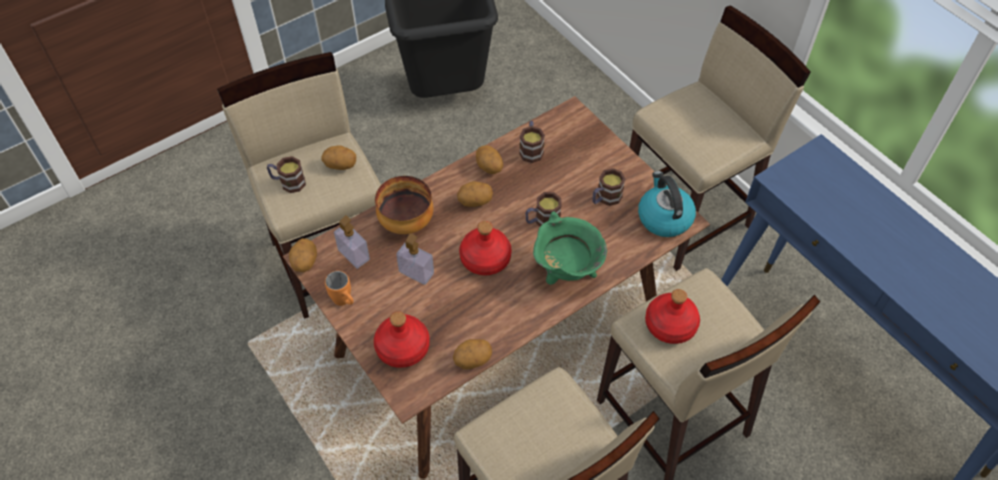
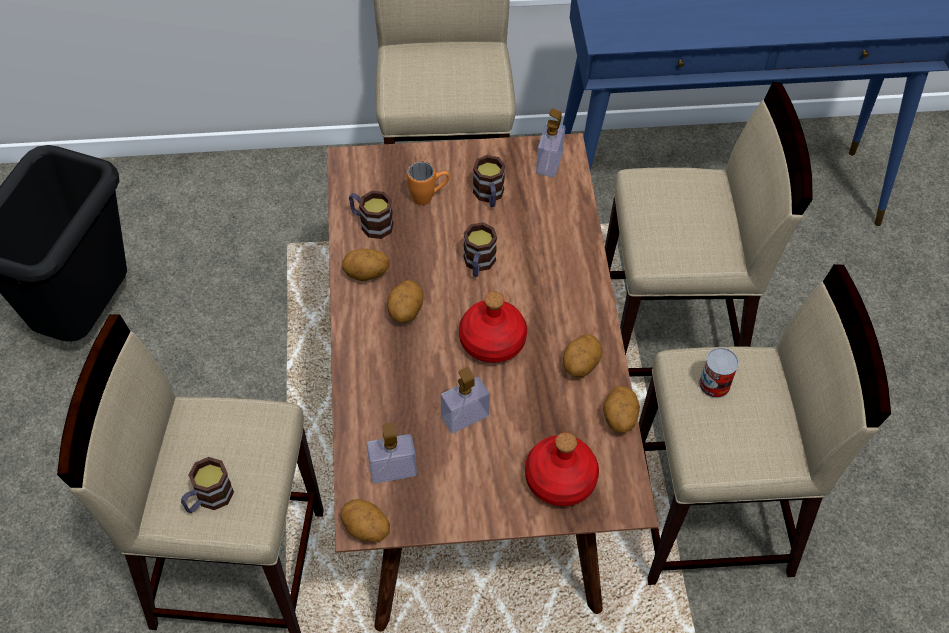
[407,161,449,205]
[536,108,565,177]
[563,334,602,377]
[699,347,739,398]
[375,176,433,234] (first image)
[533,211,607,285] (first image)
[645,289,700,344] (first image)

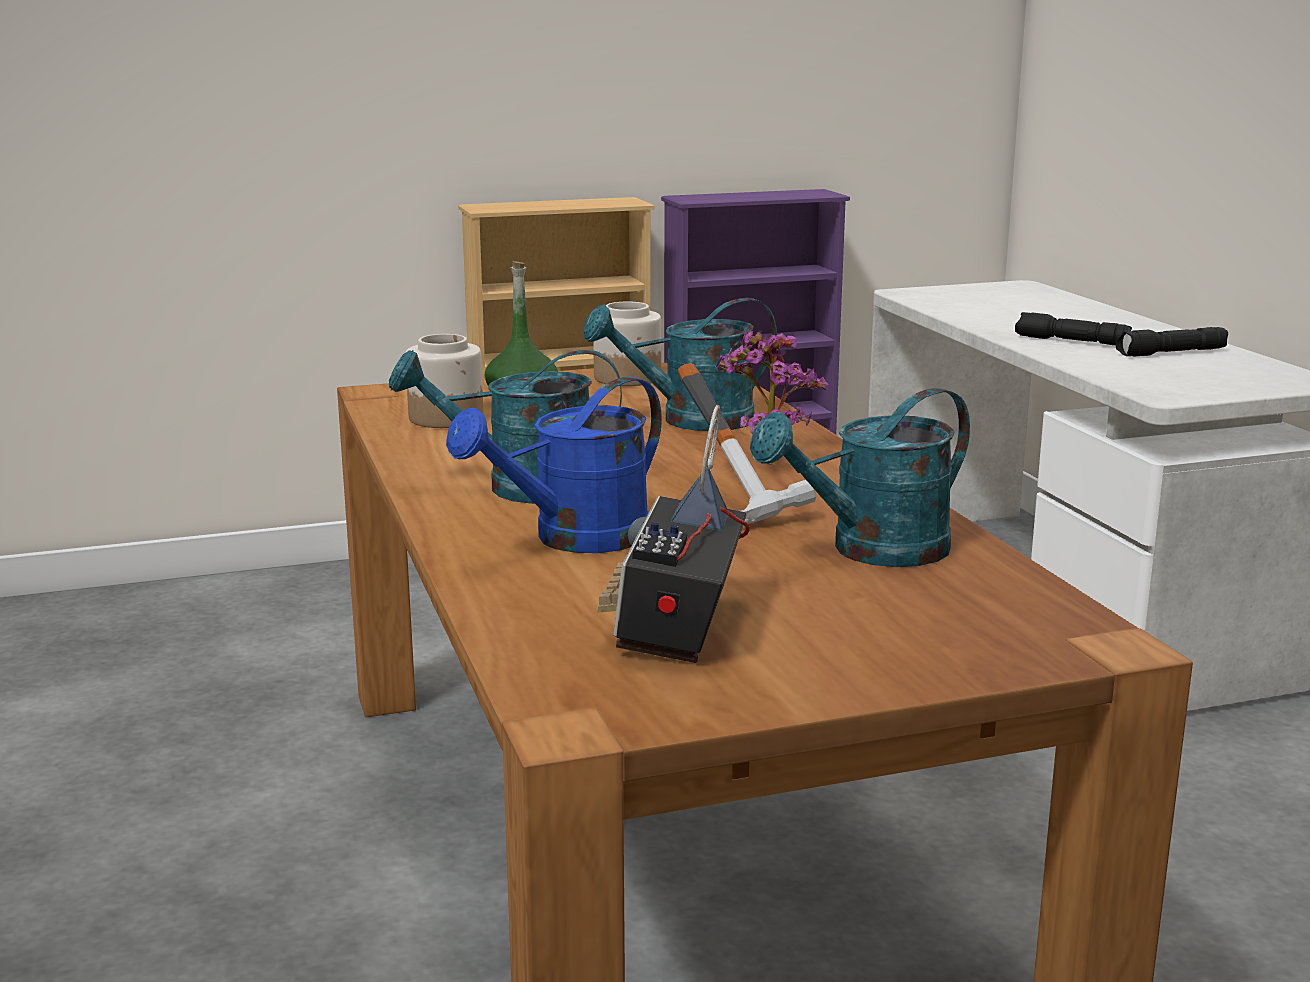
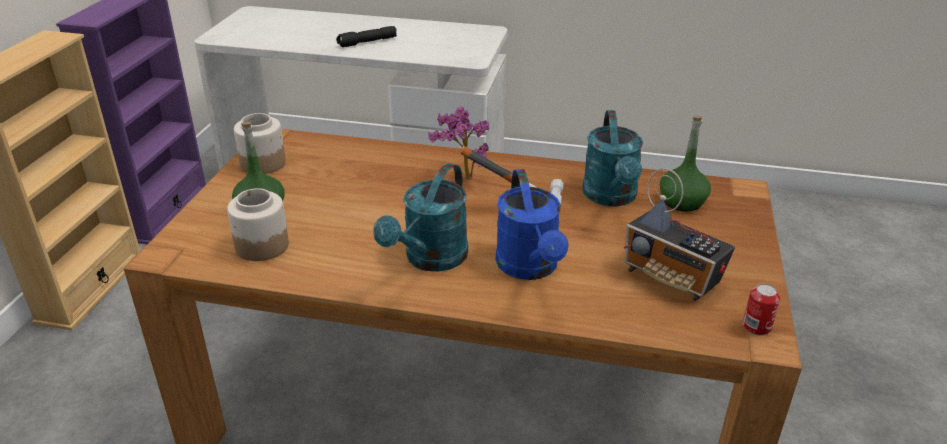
[660,116,711,212]
[743,284,780,336]
[584,298,777,431] (first image)
[1115,327,1228,357] (first image)

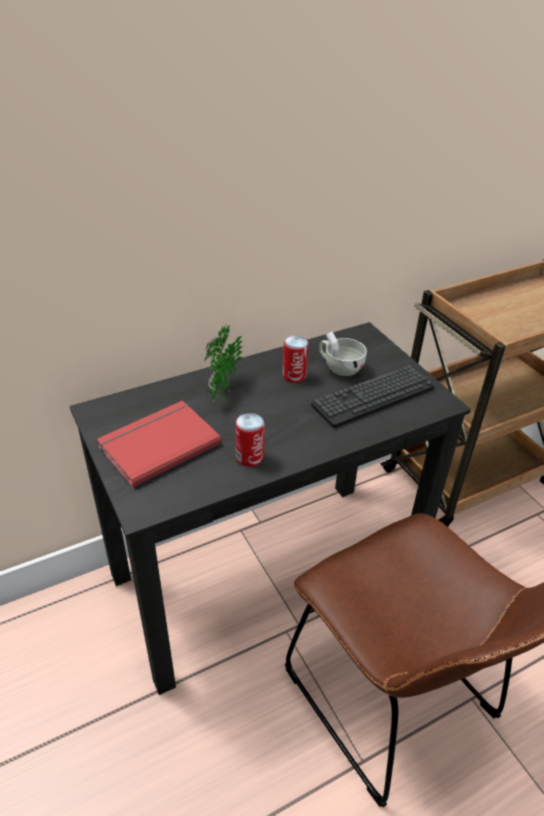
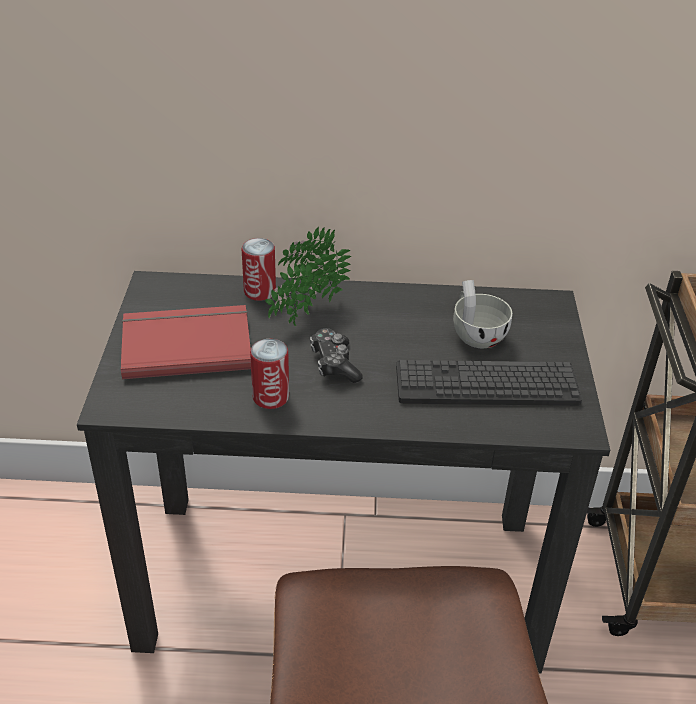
[242,238,276,301]
[310,328,363,383]

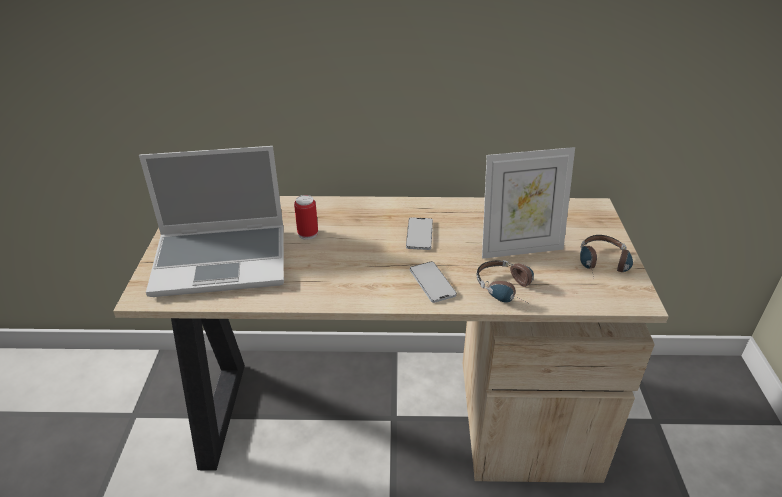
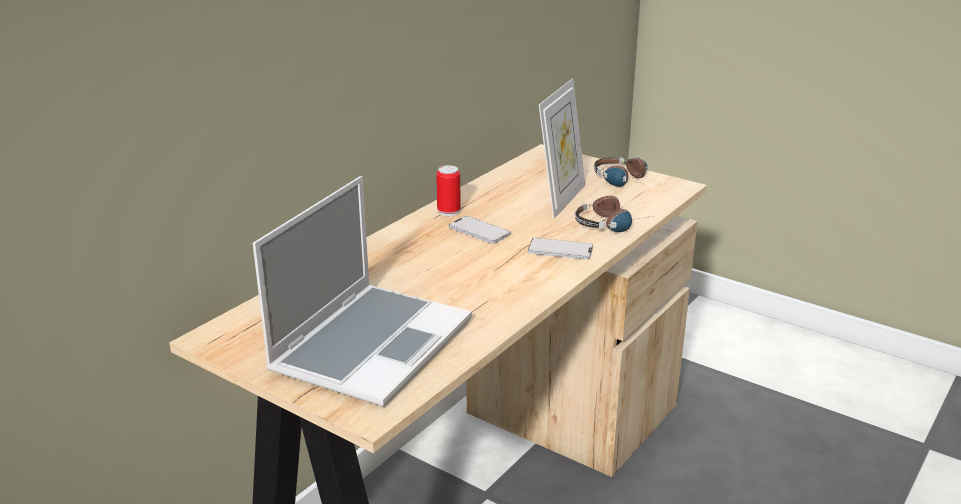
[436,165,461,216]

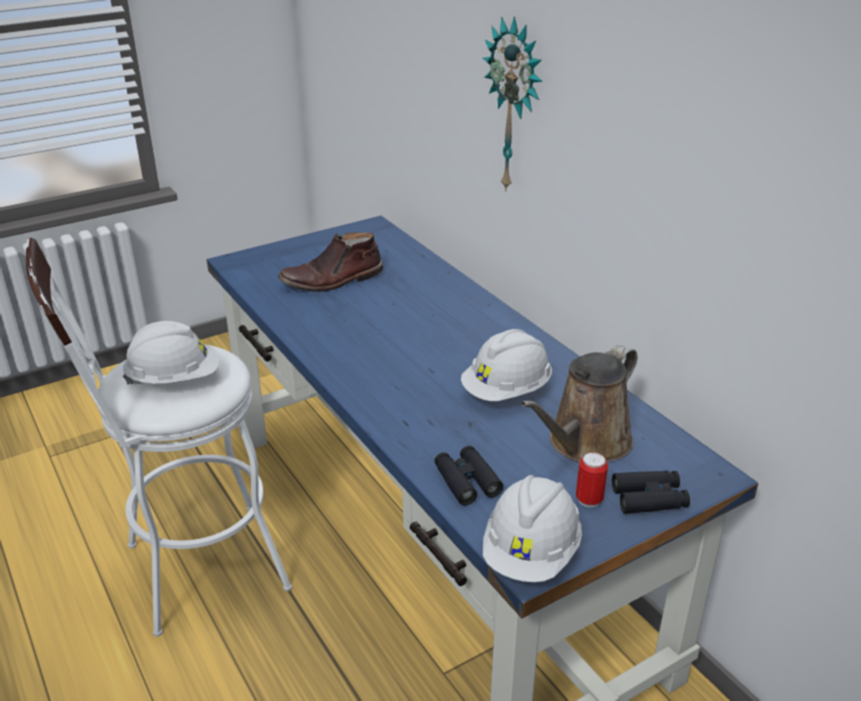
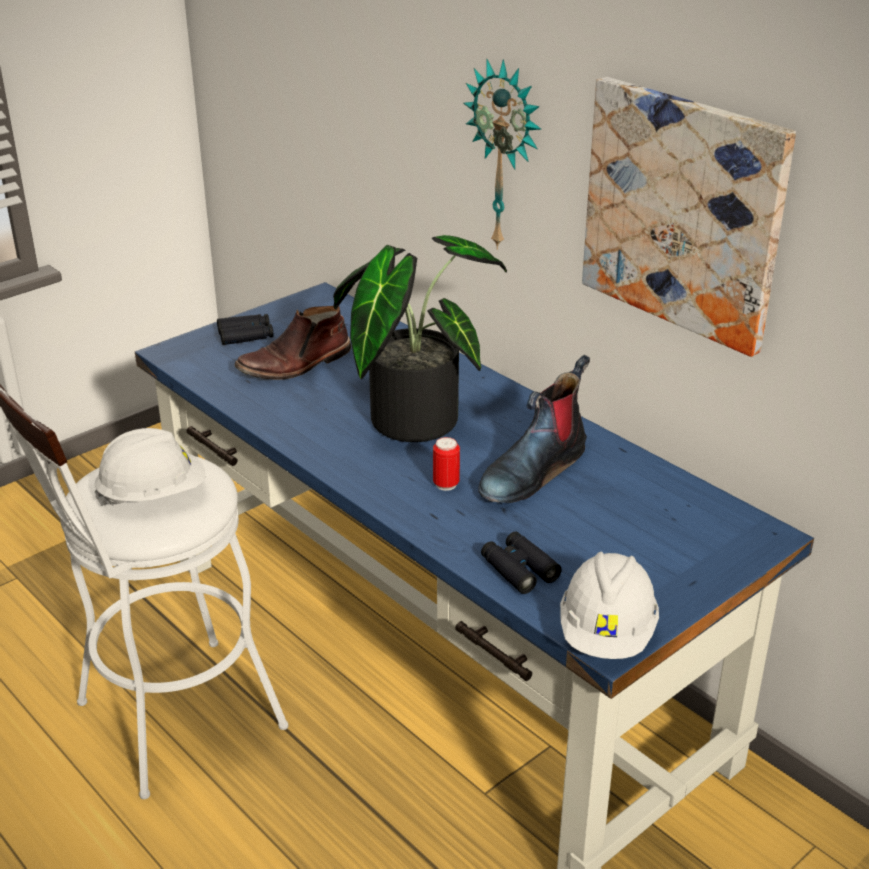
[217,314,273,345]
[333,235,507,442]
[433,437,460,491]
[478,355,590,503]
[582,77,796,357]
[521,345,638,462] (first image)

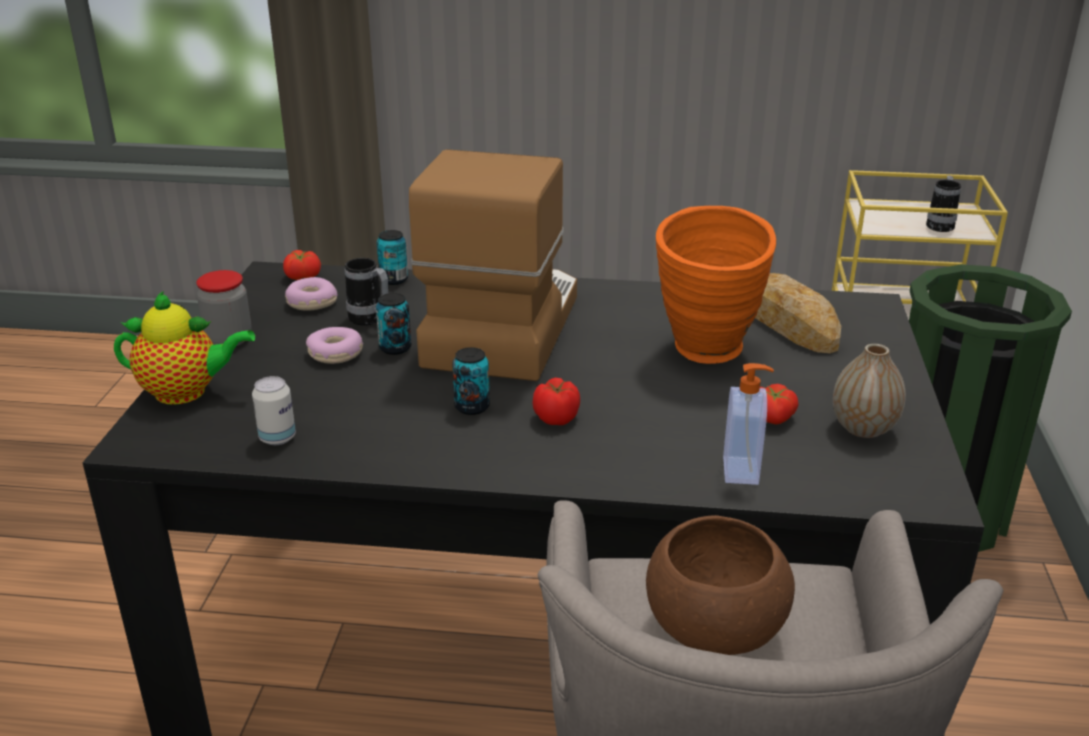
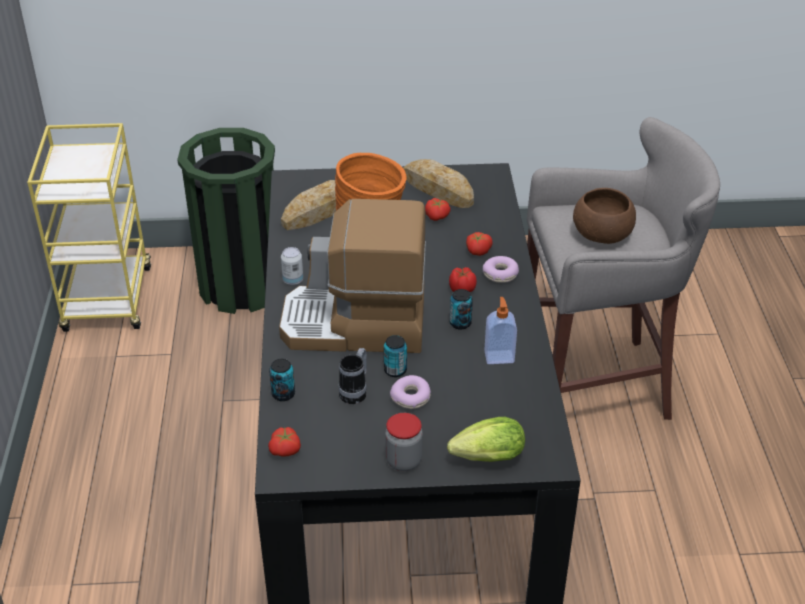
[281,247,303,285]
[403,159,474,208]
[447,417,525,462]
[466,232,493,256]
[483,256,519,283]
[484,297,517,364]
[926,175,961,232] (first image)

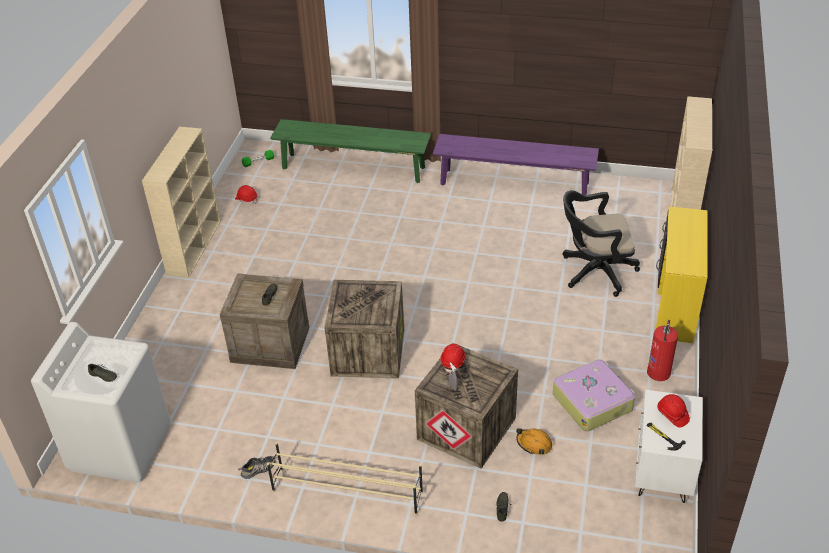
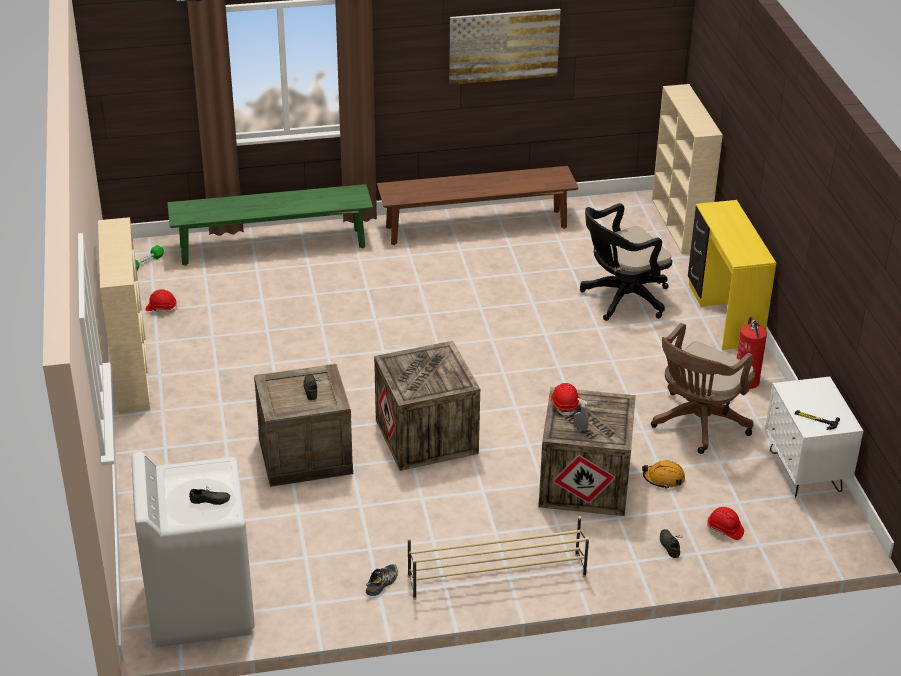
[377,166,579,245]
[449,9,561,85]
[651,323,755,454]
[707,507,744,540]

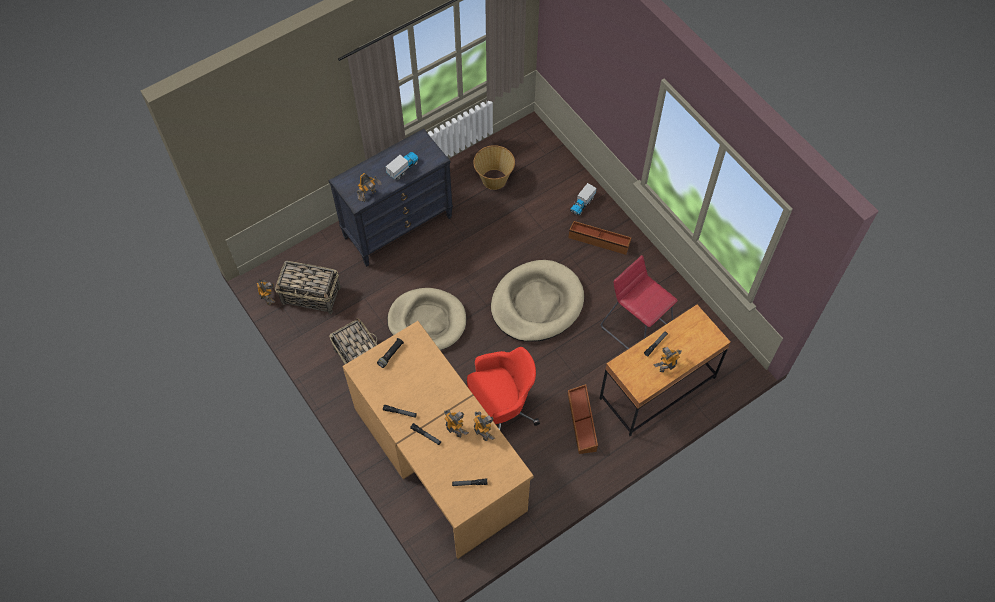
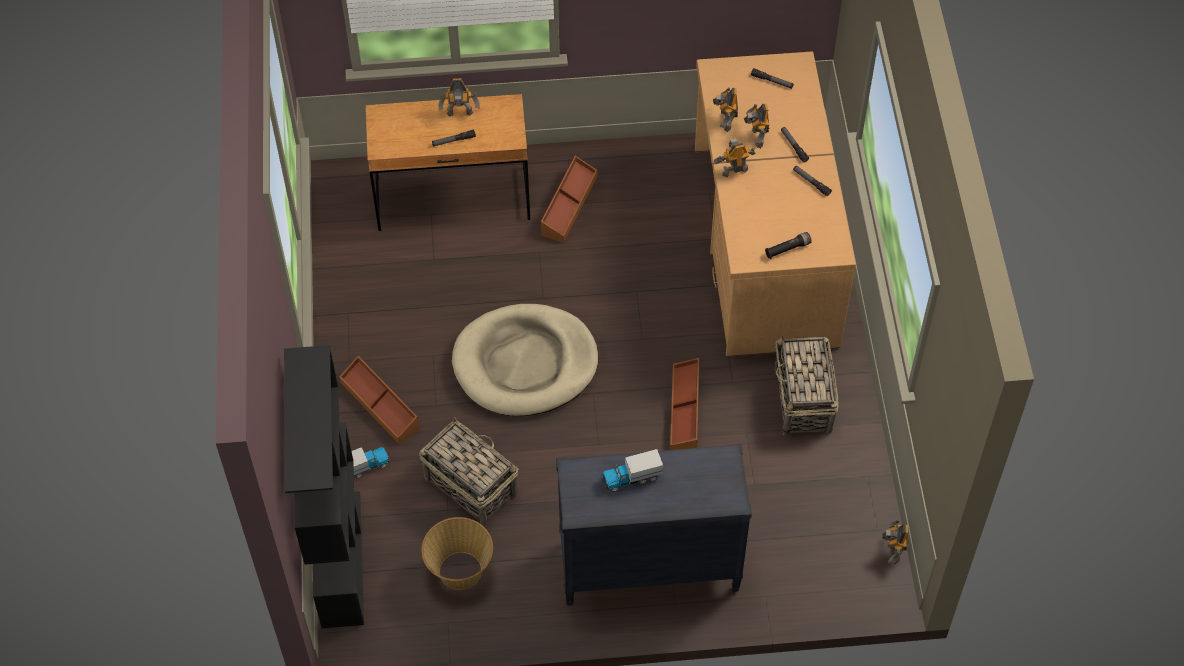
[284,345,364,628]
[419,418,518,527]
[670,358,700,450]
[714,138,756,177]
[467,347,540,430] (first image)
[601,255,678,349] (first image)

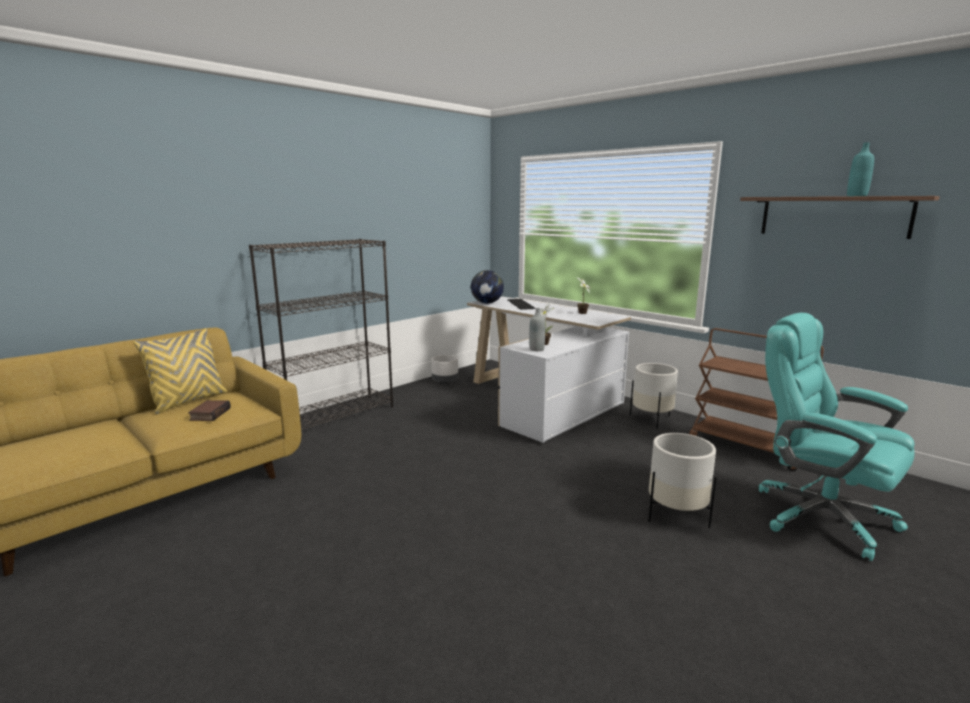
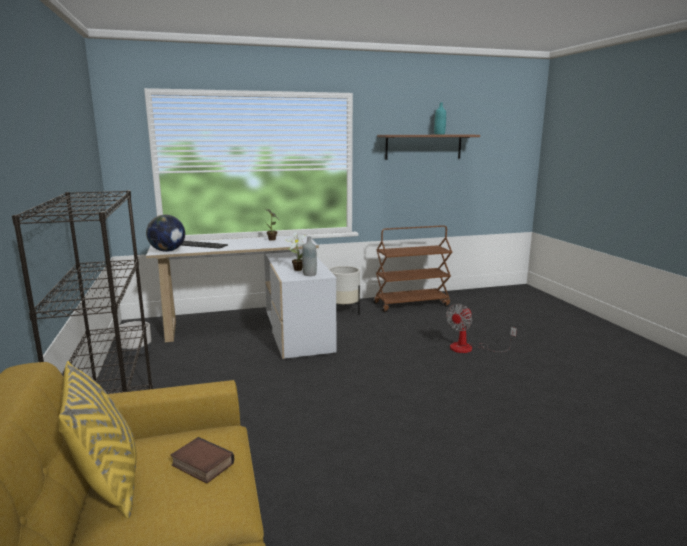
[446,304,517,353]
[759,313,914,561] (first image)

